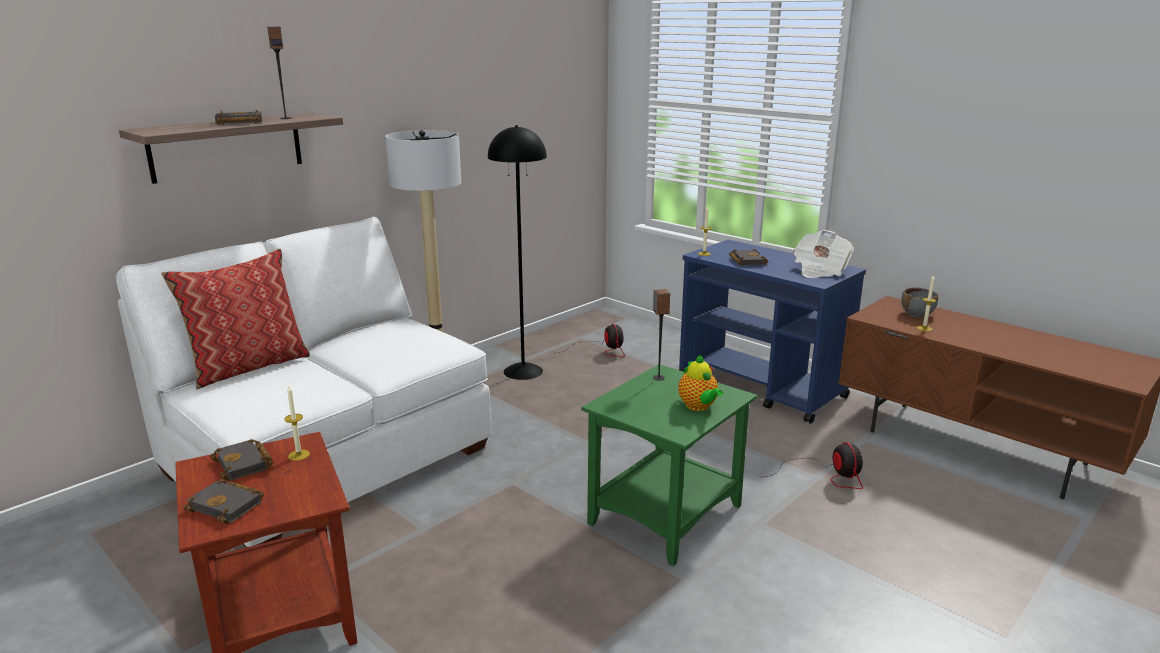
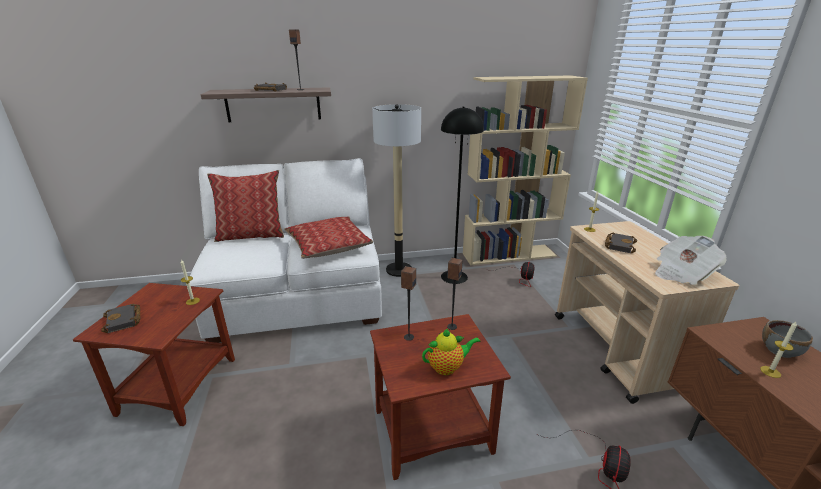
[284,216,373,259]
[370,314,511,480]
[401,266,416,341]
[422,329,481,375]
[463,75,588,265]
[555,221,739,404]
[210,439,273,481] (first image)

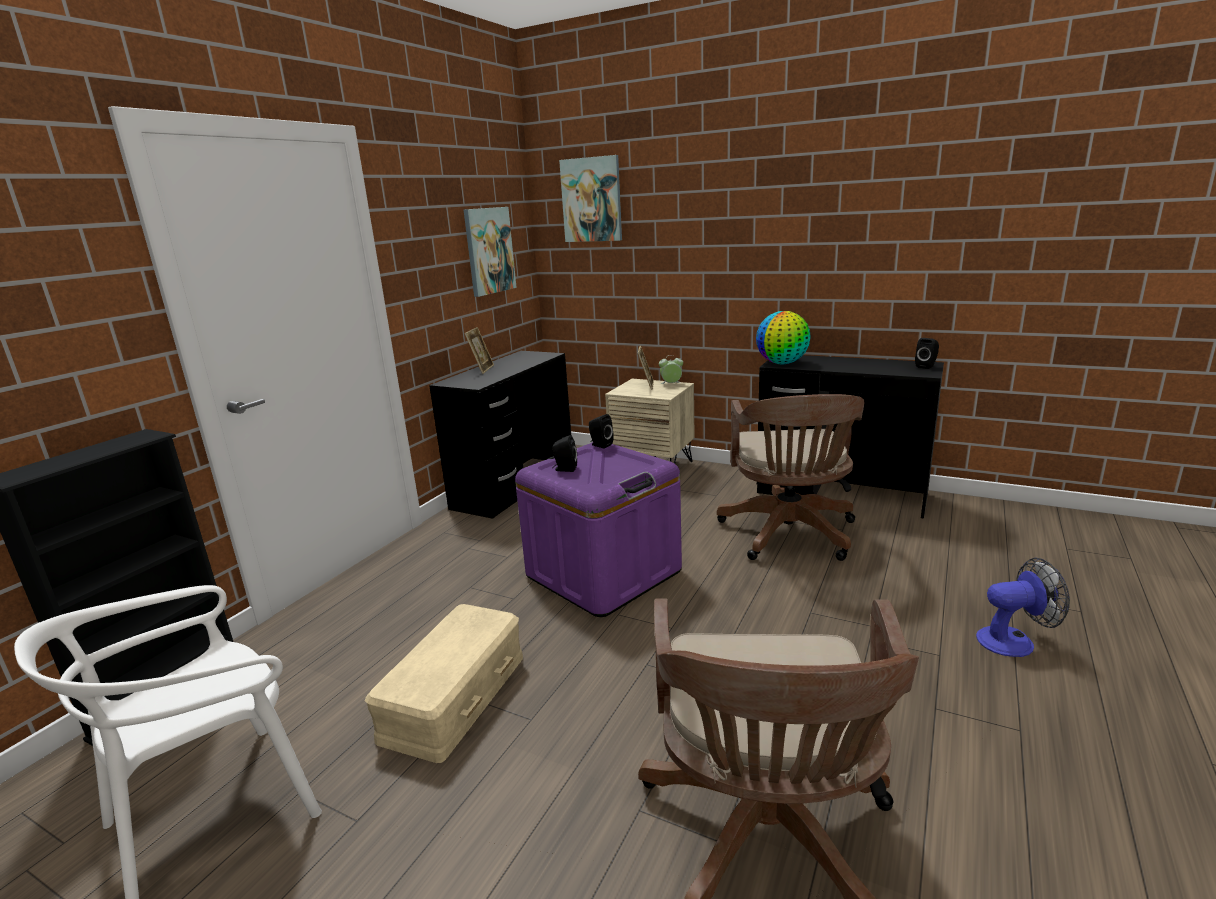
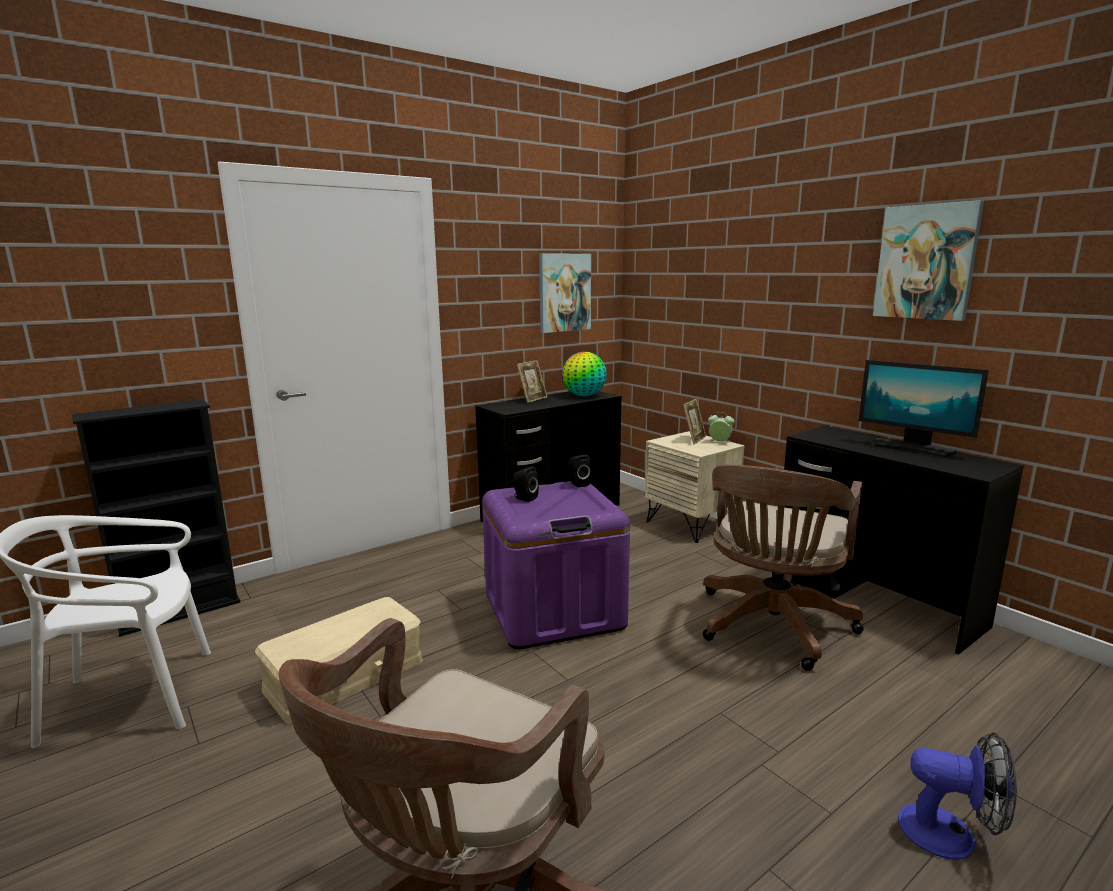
[562,352,607,396]
[858,360,989,458]
[873,200,984,321]
[915,338,939,369] (first image)

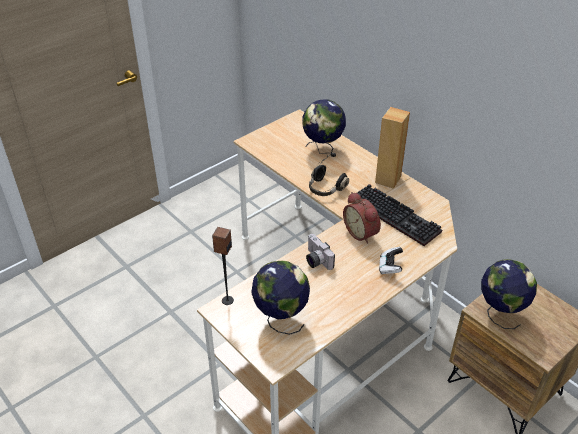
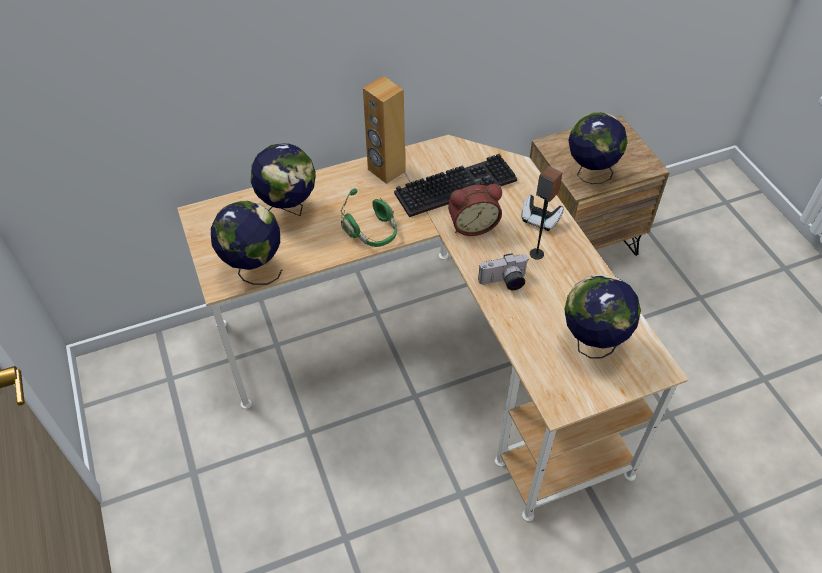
[211,201,282,285]
[341,188,397,247]
[530,166,562,260]

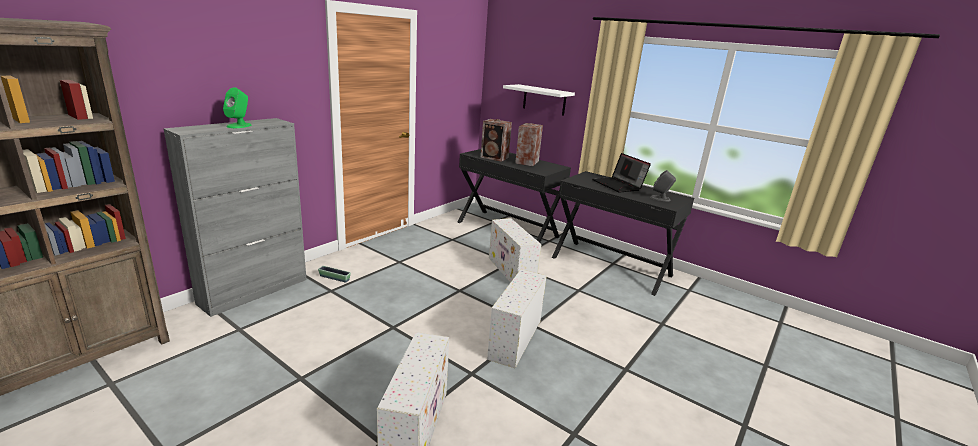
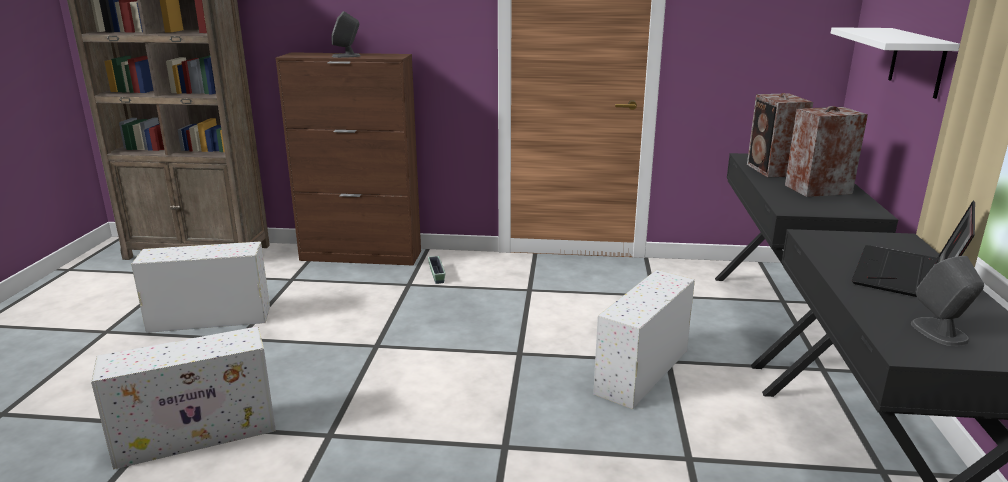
[131,242,270,333]
[276,52,421,266]
[332,11,361,58]

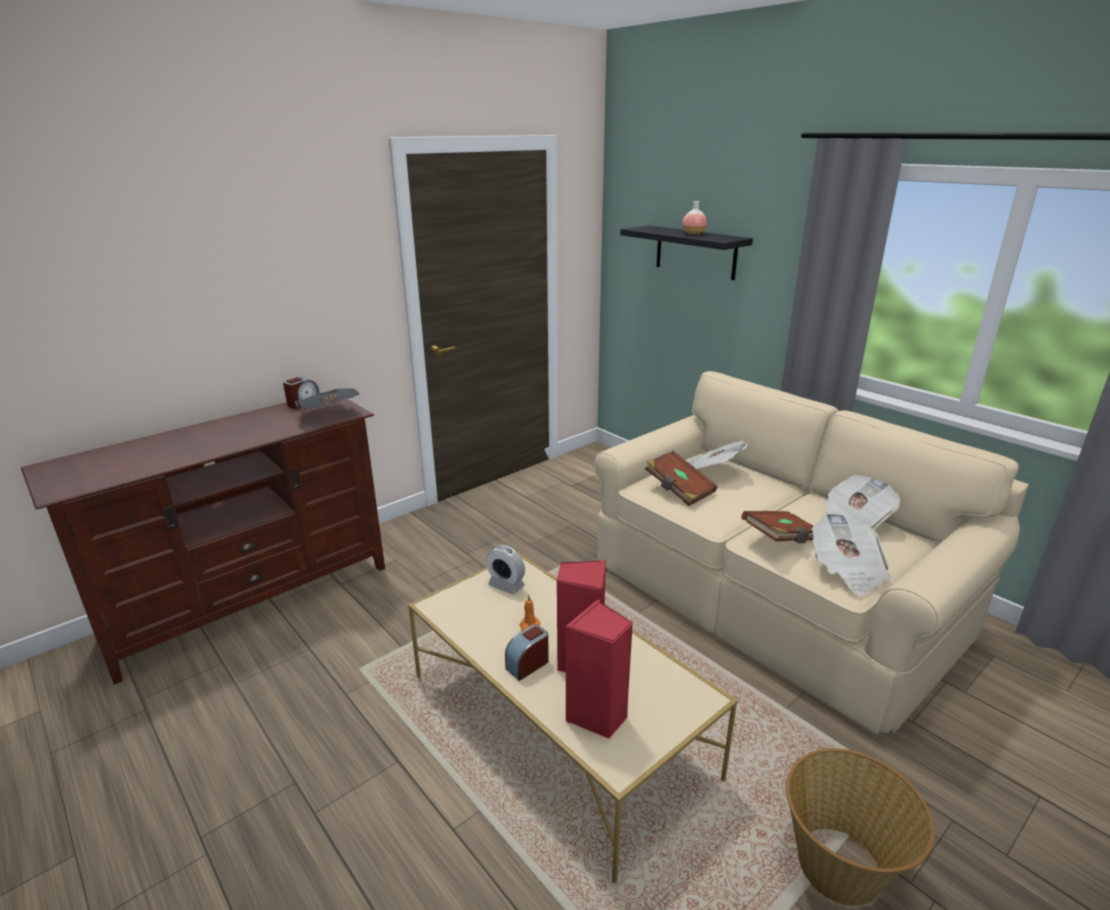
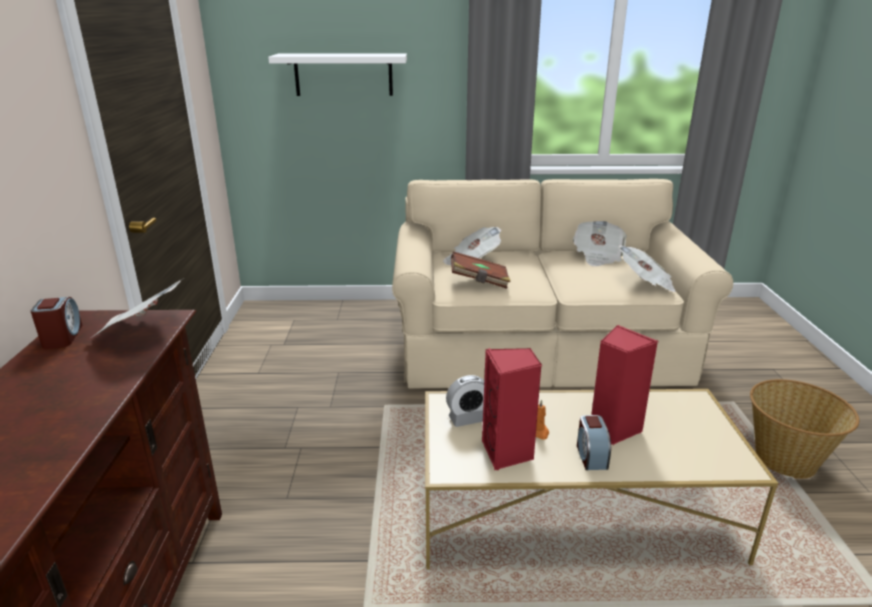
[268,53,407,96]
[482,348,542,470]
[682,201,707,235] (first image)
[741,511,814,543] (first image)

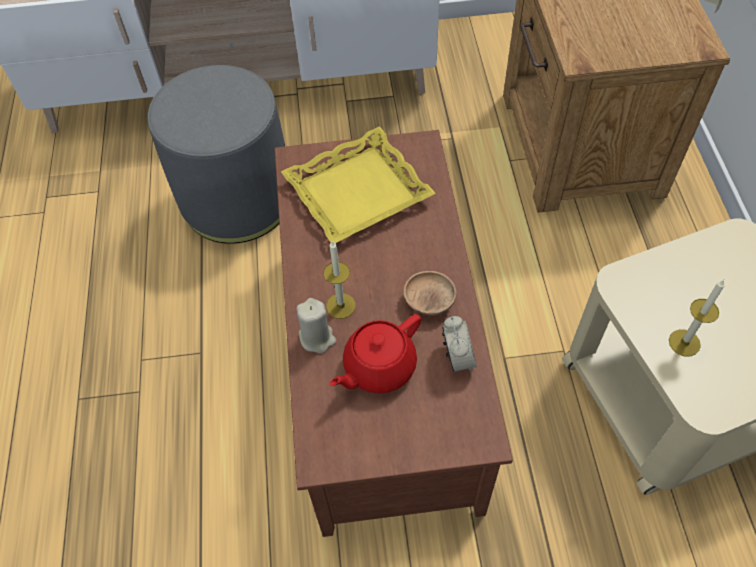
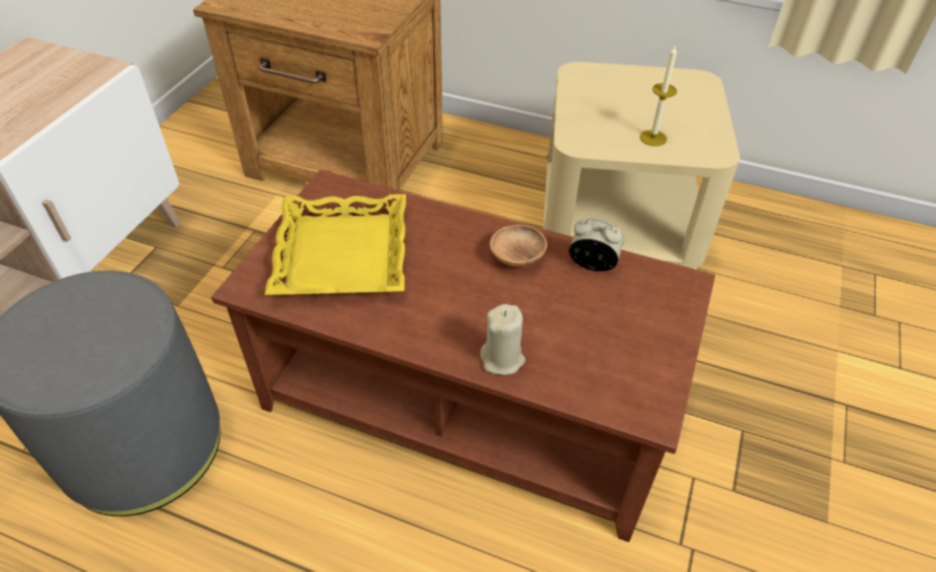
[323,240,356,319] (first image)
[329,314,421,393] (first image)

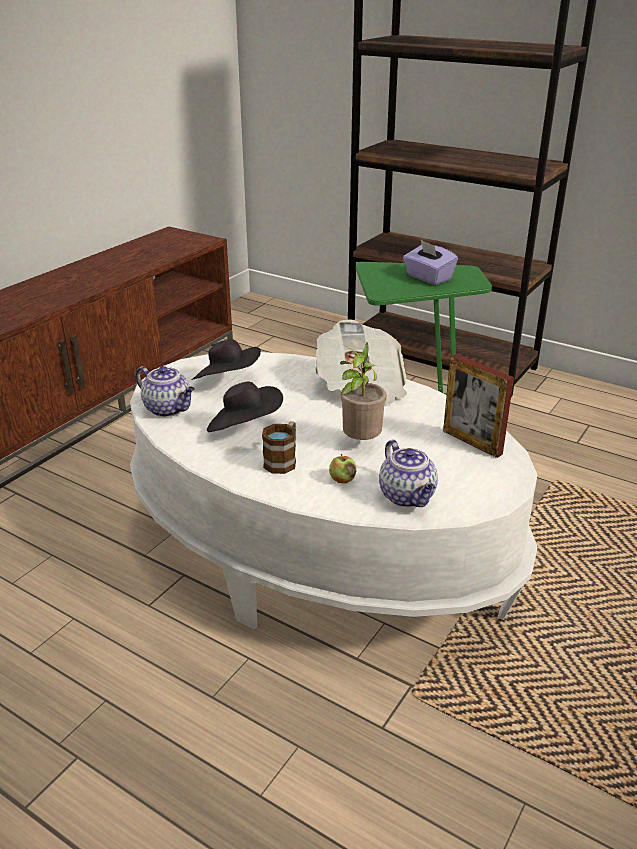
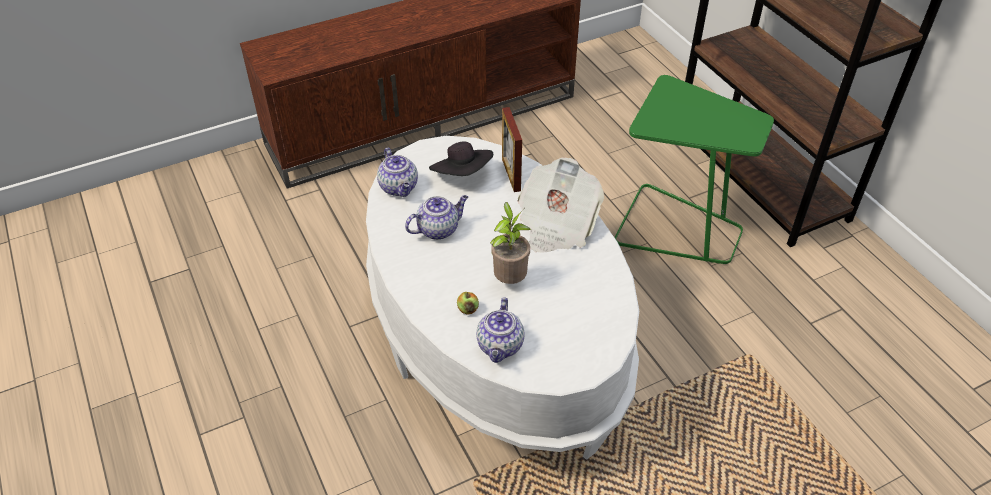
[405,195,468,240]
[502,107,522,192]
[262,421,296,474] (first image)
[403,239,458,285] (first image)

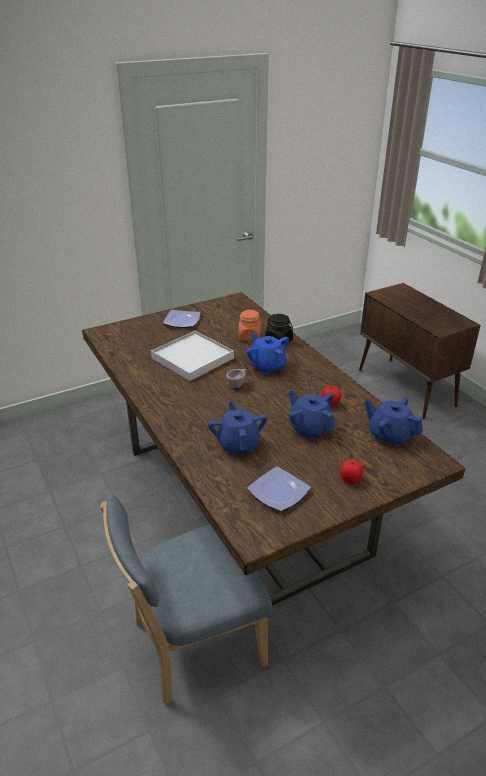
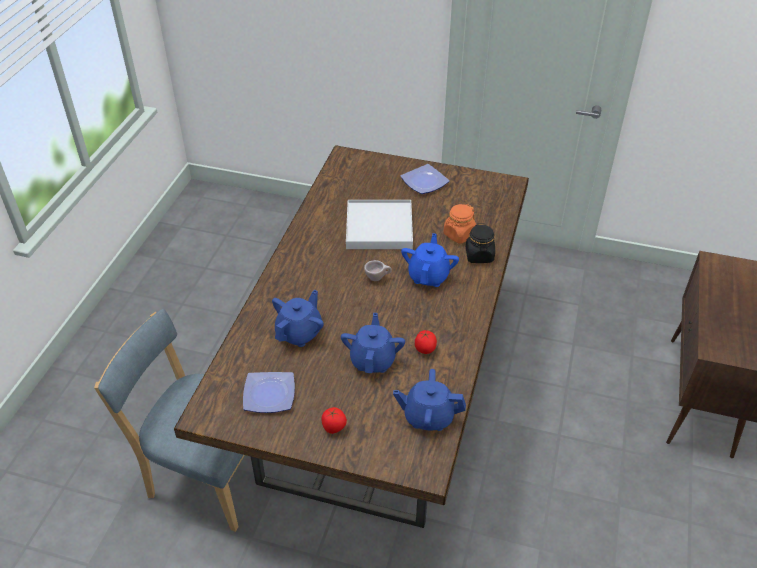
[393,369,466,431]

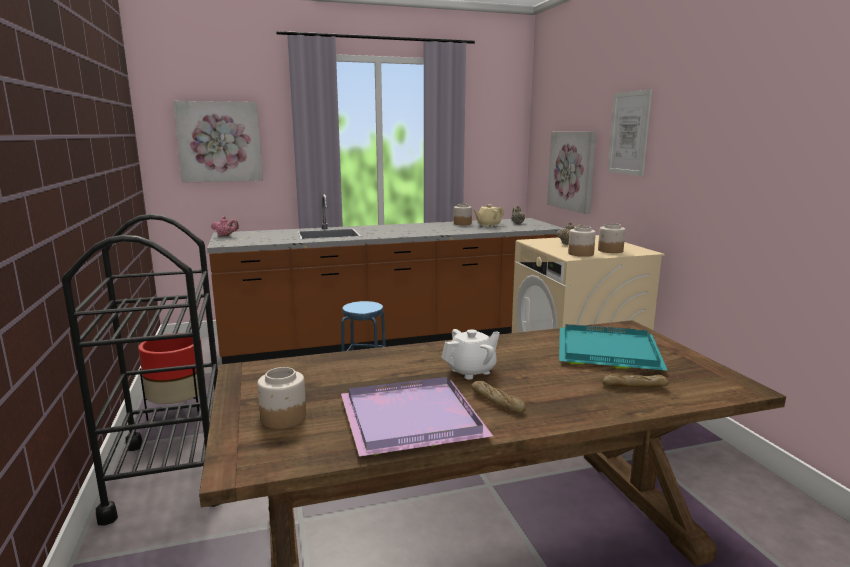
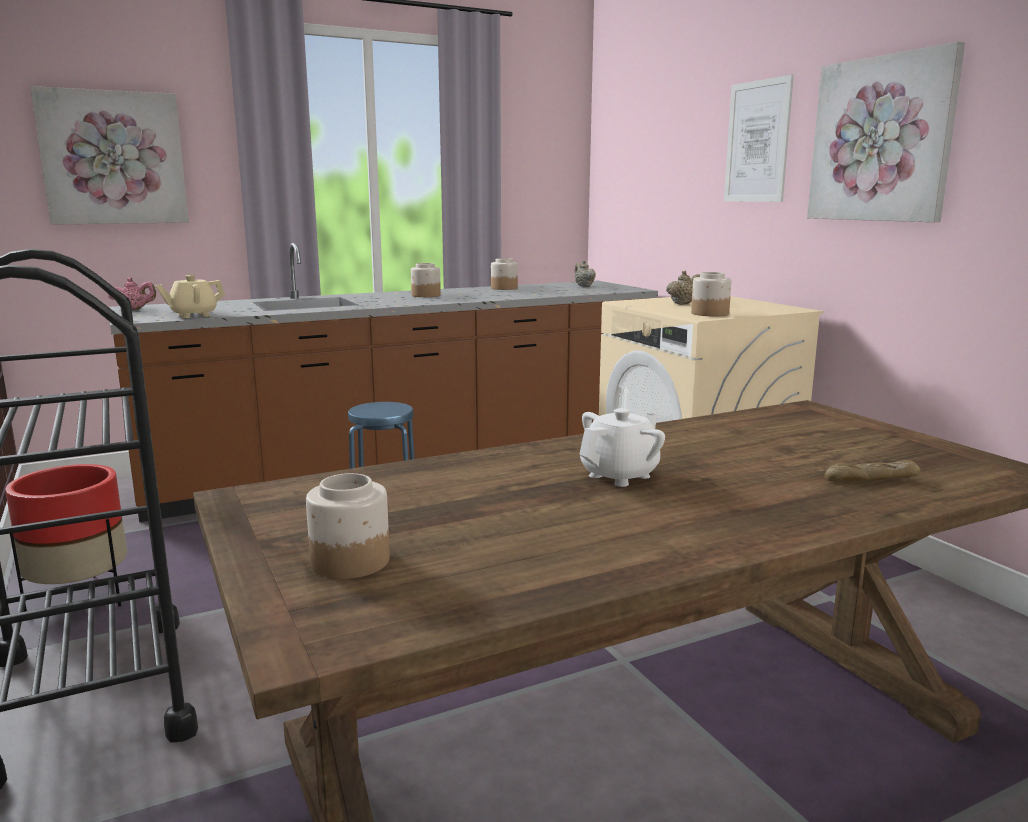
[156,275,225,318]
[411,263,441,297]
[807,42,965,222]
[341,377,493,457] (first image)
[471,381,526,414] (first image)
[559,324,668,371] (first image)

